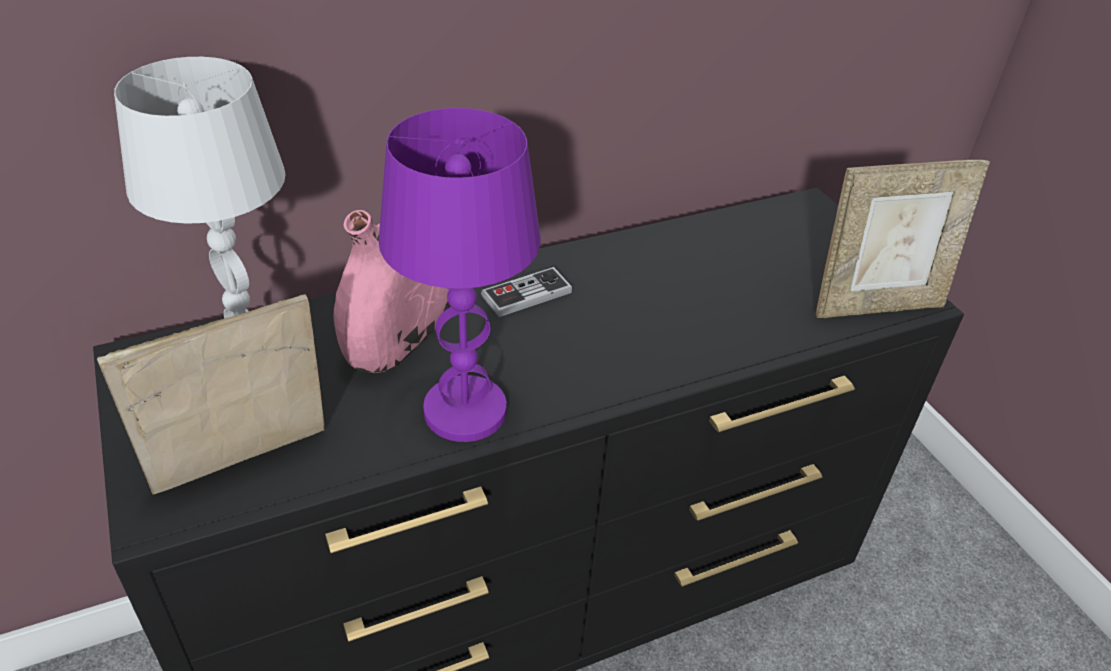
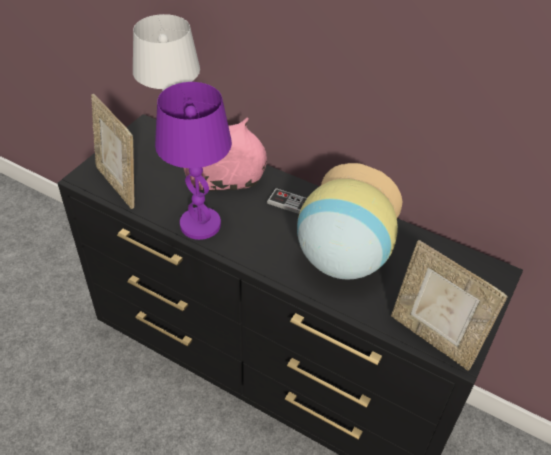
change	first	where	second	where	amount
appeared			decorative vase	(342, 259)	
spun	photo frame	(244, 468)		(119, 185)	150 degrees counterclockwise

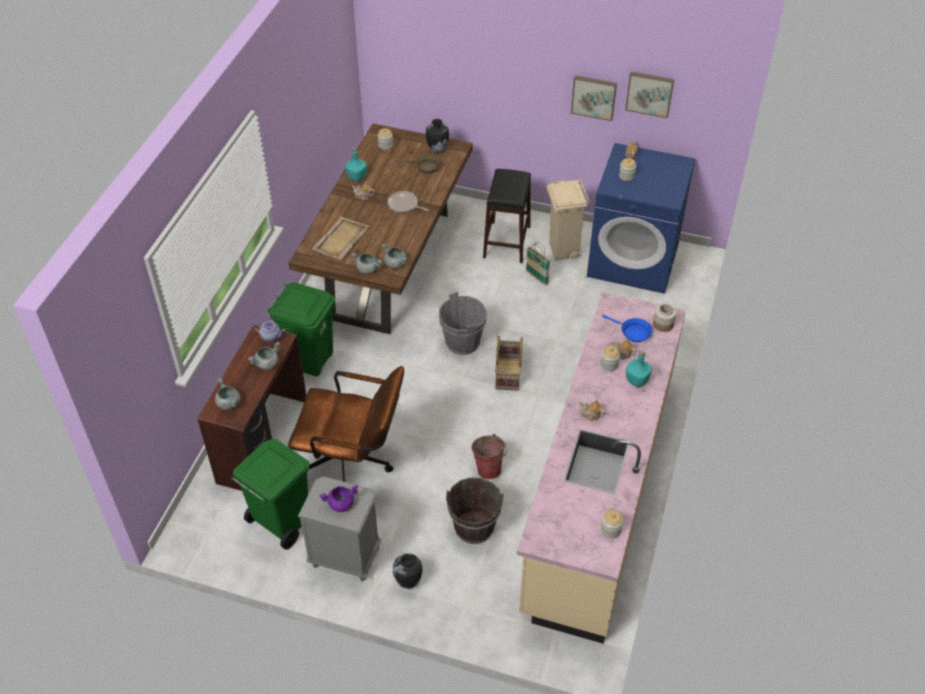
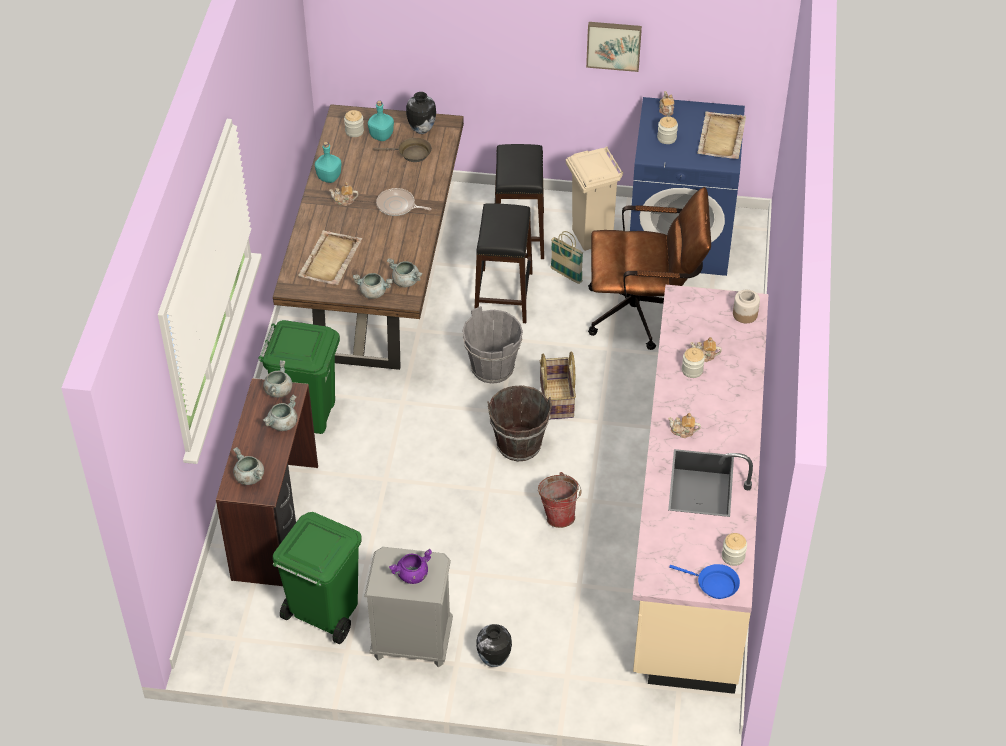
change	first	where	second	where	amount
missing	wall art	(649, 93)			
appeared			black-coloured sitting stool	(504, 295)	
appeared			sand-coloured tray	(721, 138)	
relocated	brown-coloured desk chair	(353, 465)		(644, 313)	
relocated	brown-coloured water bucket	(474, 528)		(519, 445)	
relocated	blue skillet	(633, 332)		(714, 585)	
relocated	turquoise drink bottle	(636, 380)		(381, 136)	
exchanged	tea pot	(271, 336)	gray stockpot	(278, 390)	

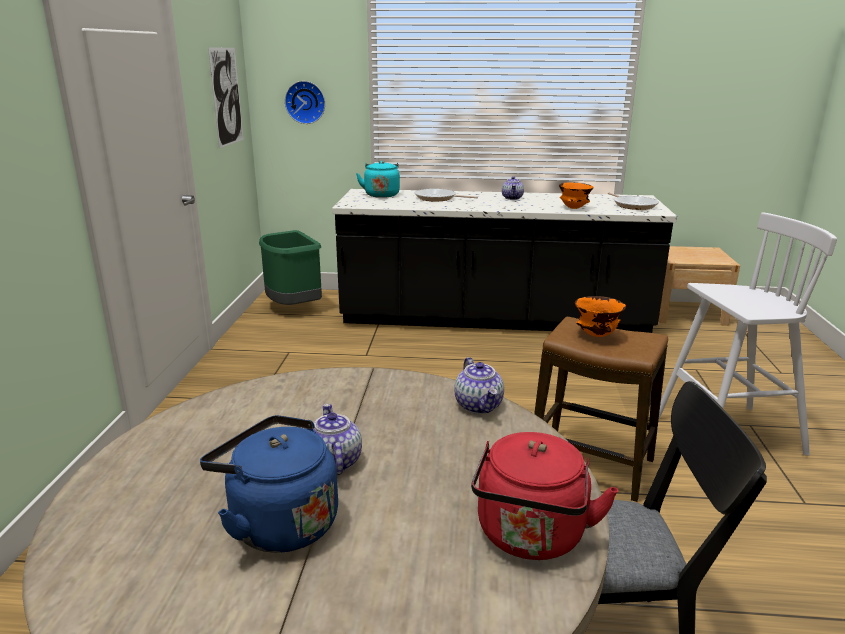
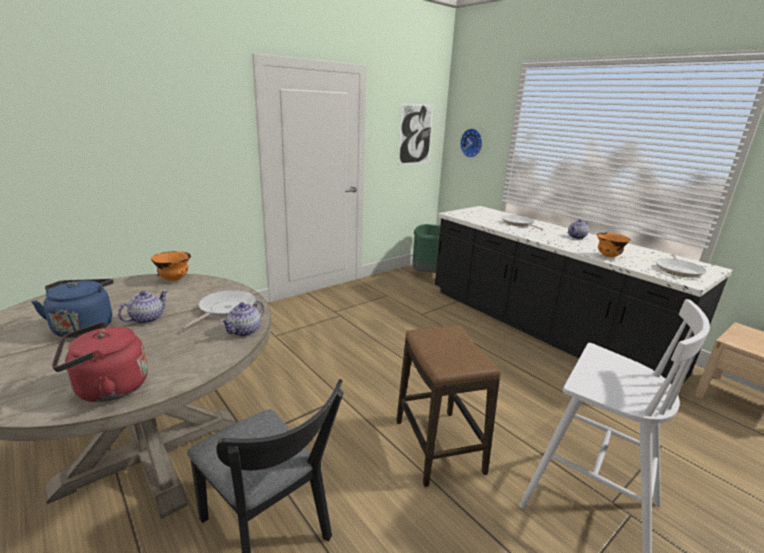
change	first	where	second	where	amount
missing	turquoise kettle	(381, 195)			
appeared			skillet	(224, 309)	
relocated	orange serving bowl	(596, 335)		(174, 279)	

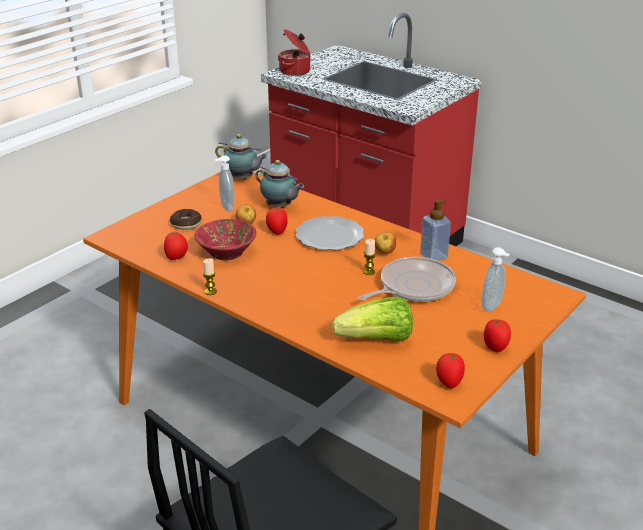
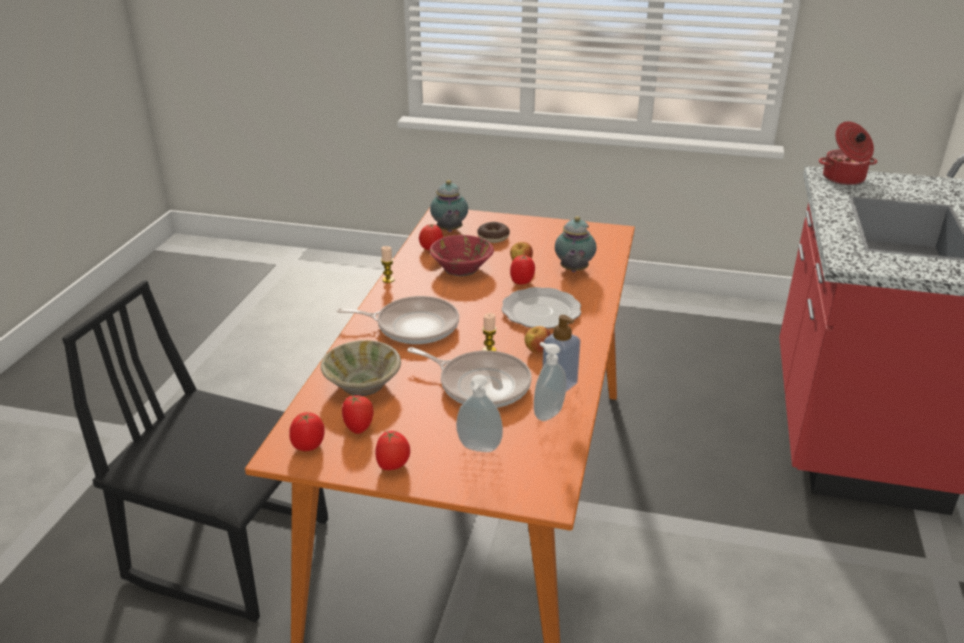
change	first	where	second	where	amount
appeared			skillet	(413, 326)	
appeared			whole tomato	(359, 428)	
relocated	liquid soap bottle	(226, 207)		(547, 413)	
relocated	tea pot	(242, 179)		(449, 231)	
exchanged	lettuce	(377, 340)	sand-coloured serving bowl	(362, 385)	

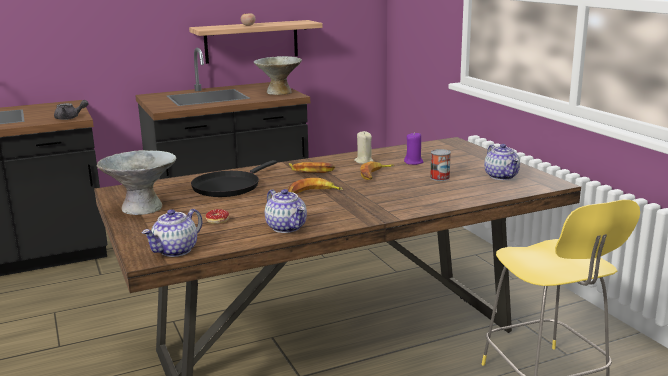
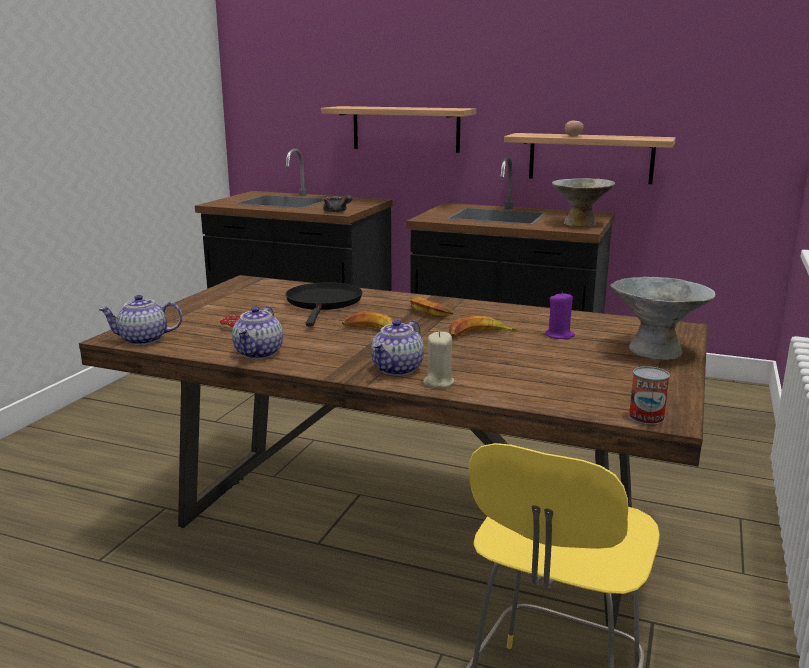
change	first	where	second	where	amount
appeared			bracket shelf	(405, 129)	
relocated	gray serving bowl	(141, 208)		(654, 350)	
relocated	sand-coloured wax candle	(364, 161)		(438, 382)	
relocated	can	(439, 178)		(646, 417)	
relocated	tea pot	(502, 176)		(398, 369)	
spun	black-coloured skillet	(229, 186)		(324, 303)	105 degrees clockwise

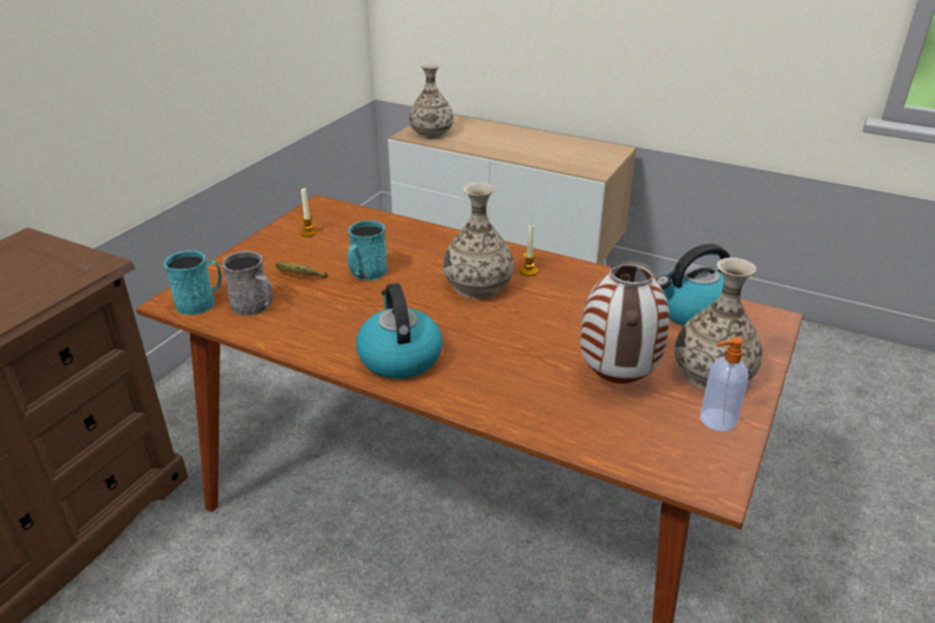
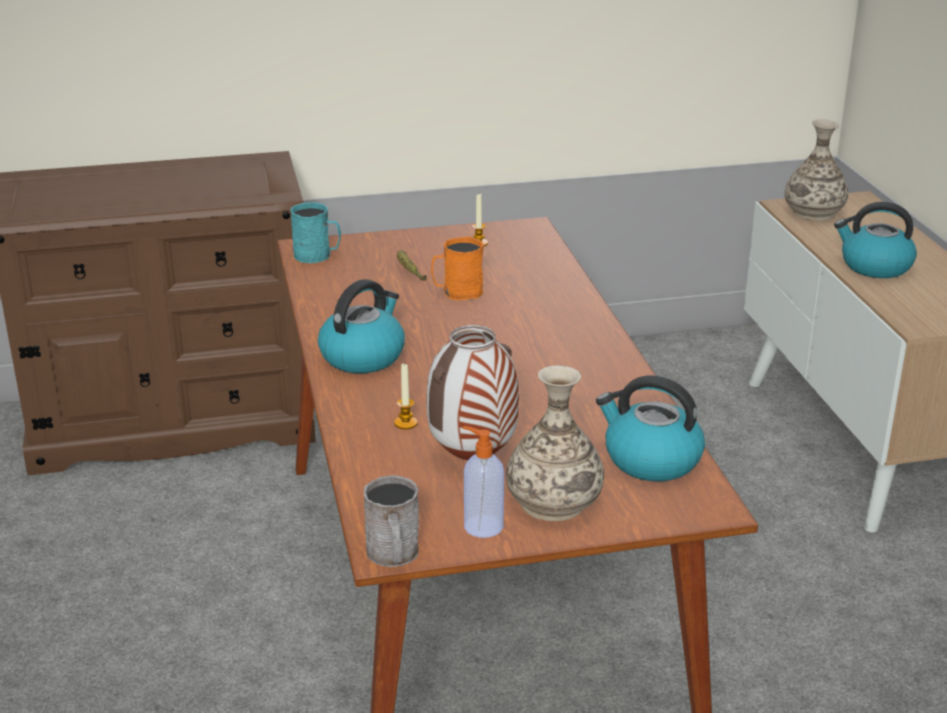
change	first	where	second	where	amount
missing	decorative vase	(477, 286)			
appeared			kettle	(874, 266)	
relocated	gray mug	(255, 307)		(393, 555)	
relocated	wax candle	(528, 271)		(406, 423)	
colour	turquoise mug	(366, 273)	orange mug	(457, 292)	

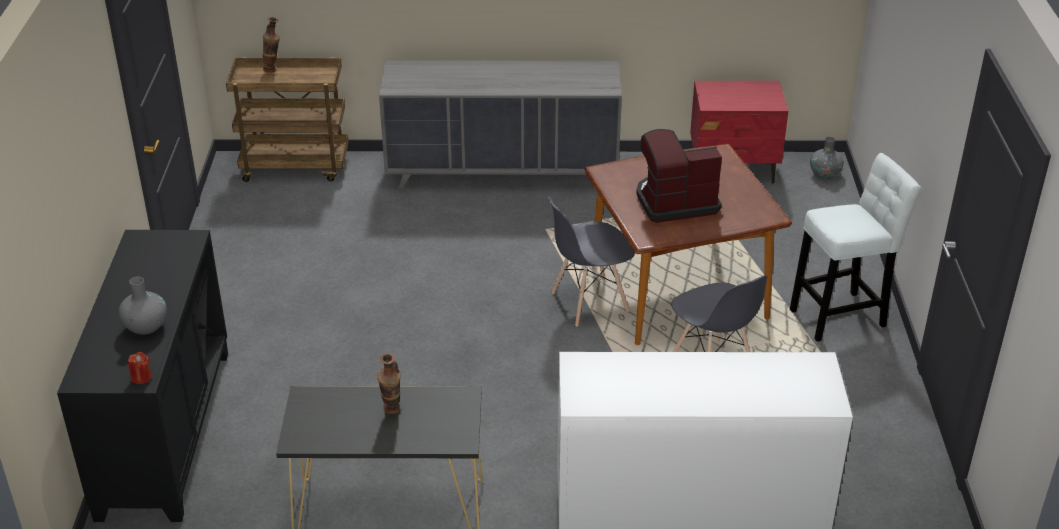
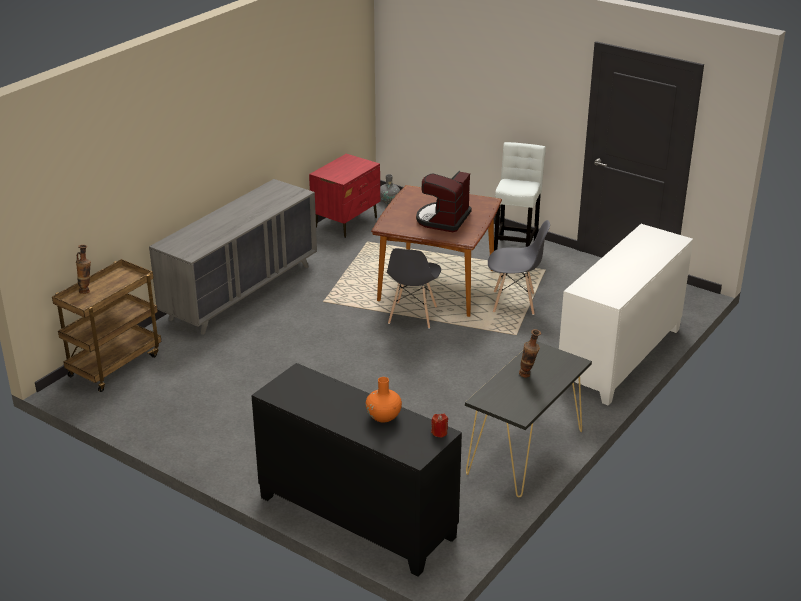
change	first	where	second	where	amount
colour	gray decorative vase	(146, 326)	orange decorative vase	(383, 416)	

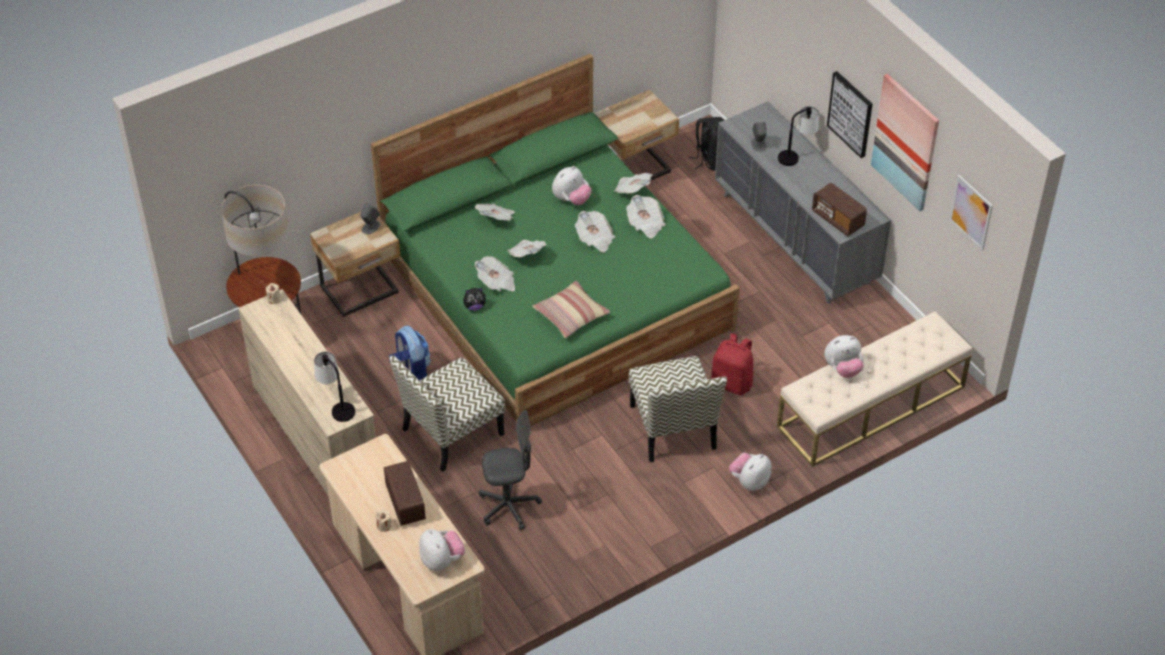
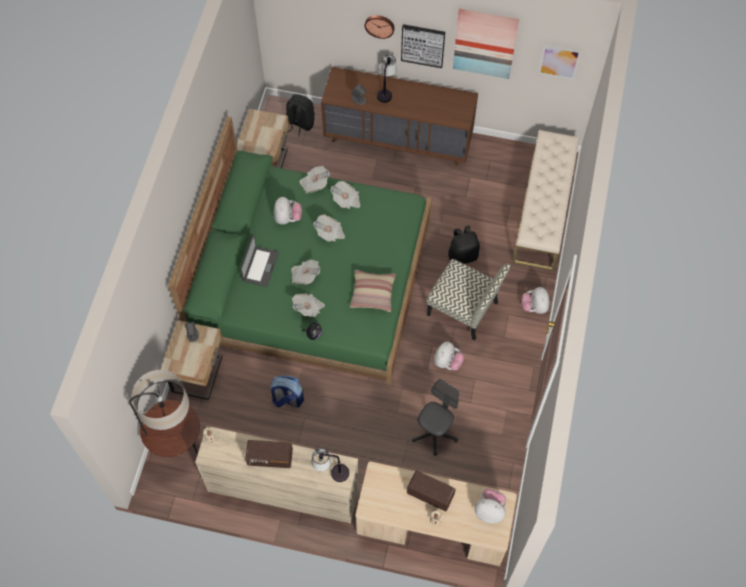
change	first	where	second	where	amount
missing	chair	(451, 433)			
appeared			hanging clock	(379, 25)	
relocated	radio receiver	(838, 219)		(270, 458)	
relocated	cuddly toy	(843, 369)		(447, 362)	
exchanged	printed paper	(496, 219)	laptop	(260, 266)	
colour	red knapsack	(732, 383)	black-coloured knapsack	(463, 255)	
colour	gray dresser	(795, 239)	brown-coloured dresser	(398, 138)	

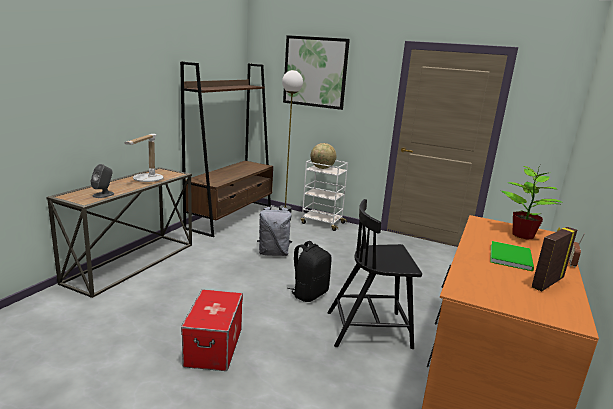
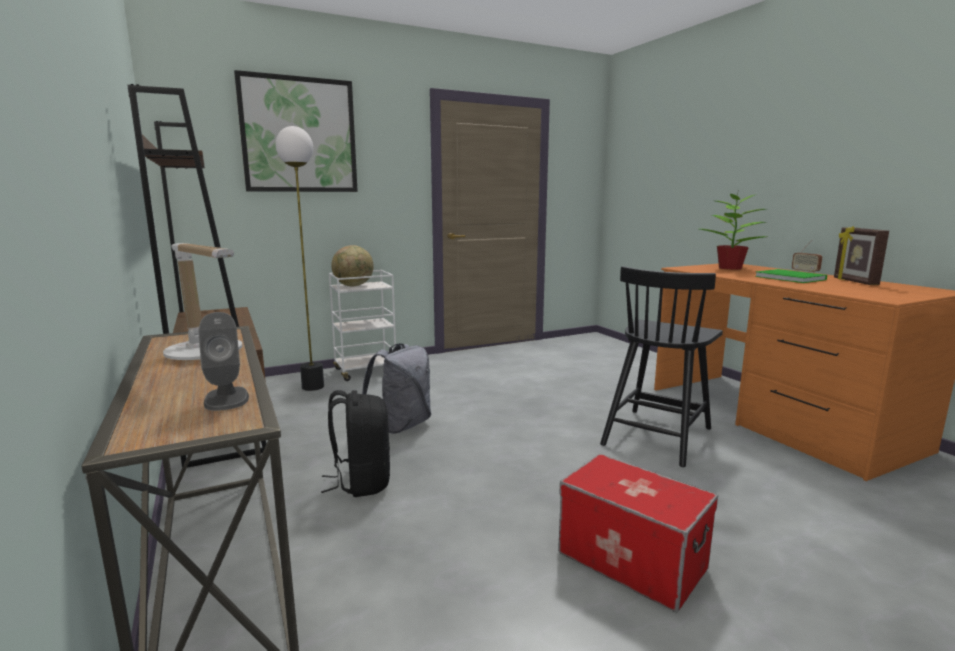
change	first	where	second	where	amount
relocated	black-coloured knapsack	(309, 294)		(361, 482)	

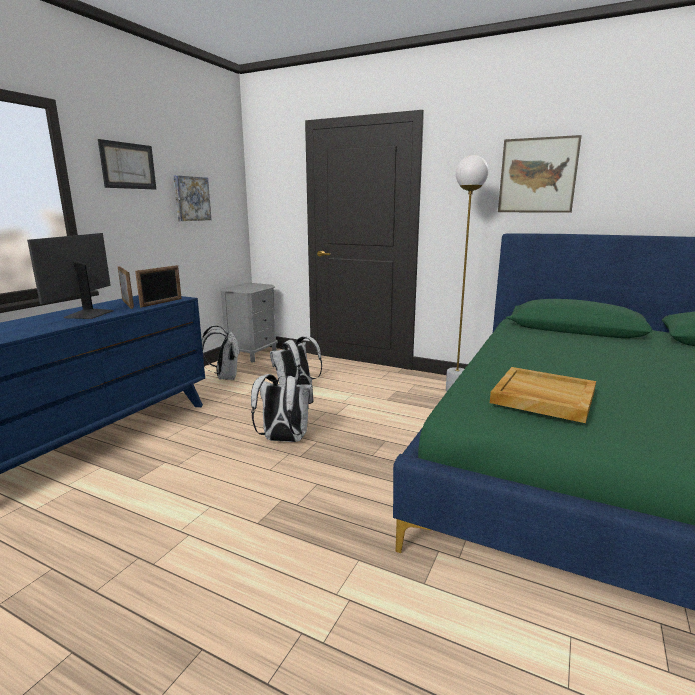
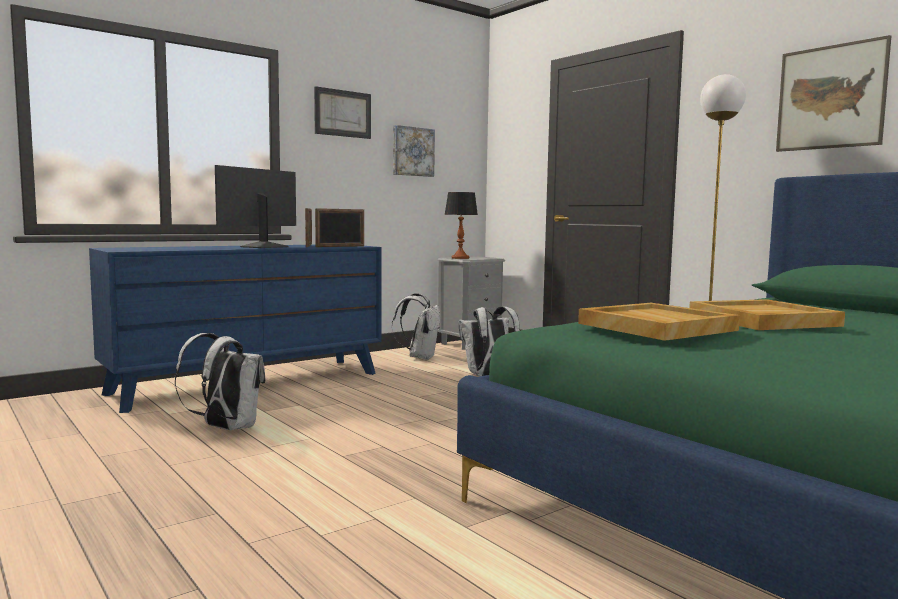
change	first	where	second	where	amount
appeared			table lamp	(460, 258)	
appeared			sand-coloured tray	(762, 320)	
relocated	white-coloured knapsack	(283, 440)		(226, 428)	

